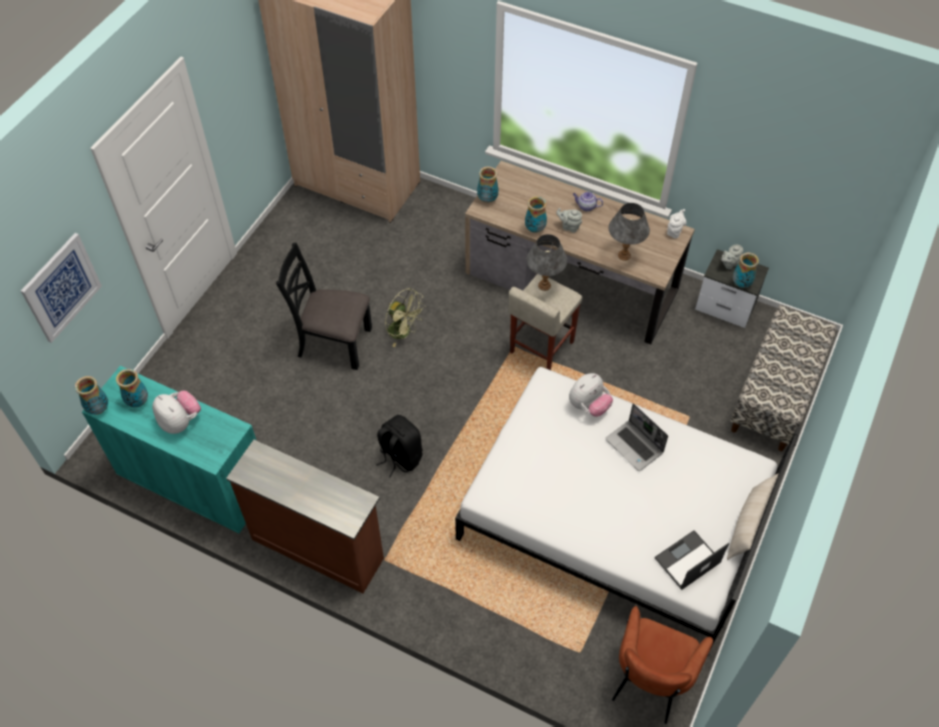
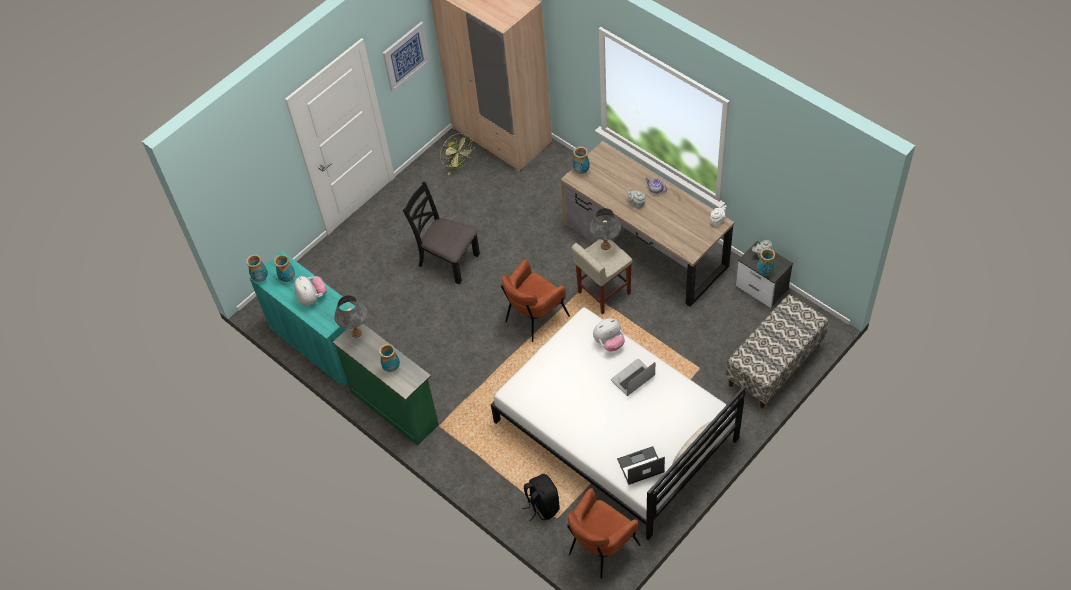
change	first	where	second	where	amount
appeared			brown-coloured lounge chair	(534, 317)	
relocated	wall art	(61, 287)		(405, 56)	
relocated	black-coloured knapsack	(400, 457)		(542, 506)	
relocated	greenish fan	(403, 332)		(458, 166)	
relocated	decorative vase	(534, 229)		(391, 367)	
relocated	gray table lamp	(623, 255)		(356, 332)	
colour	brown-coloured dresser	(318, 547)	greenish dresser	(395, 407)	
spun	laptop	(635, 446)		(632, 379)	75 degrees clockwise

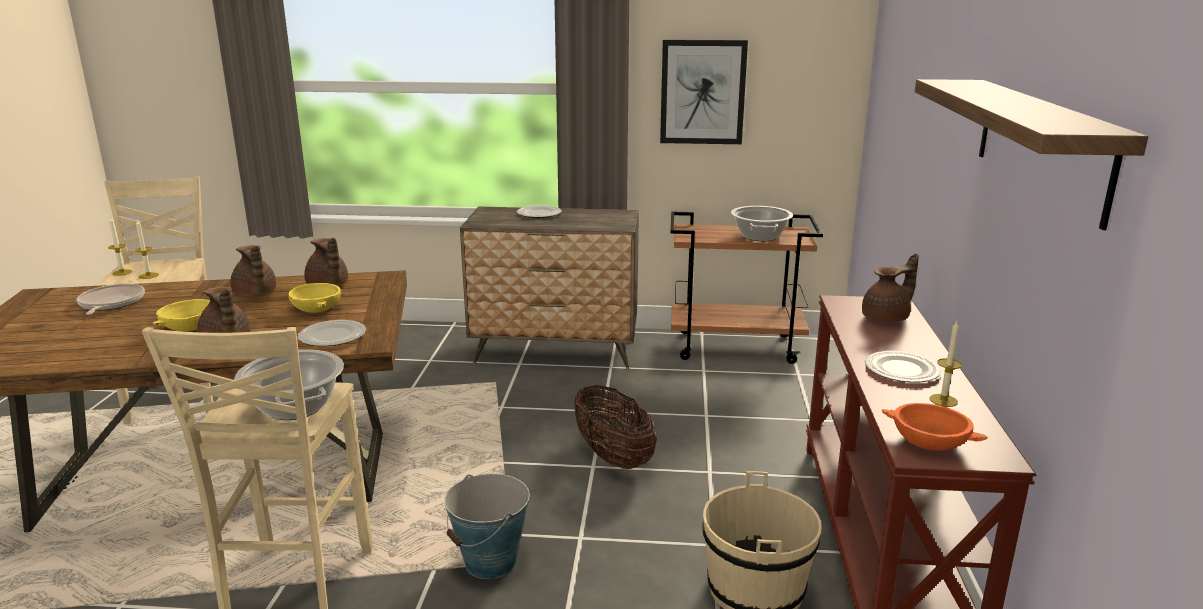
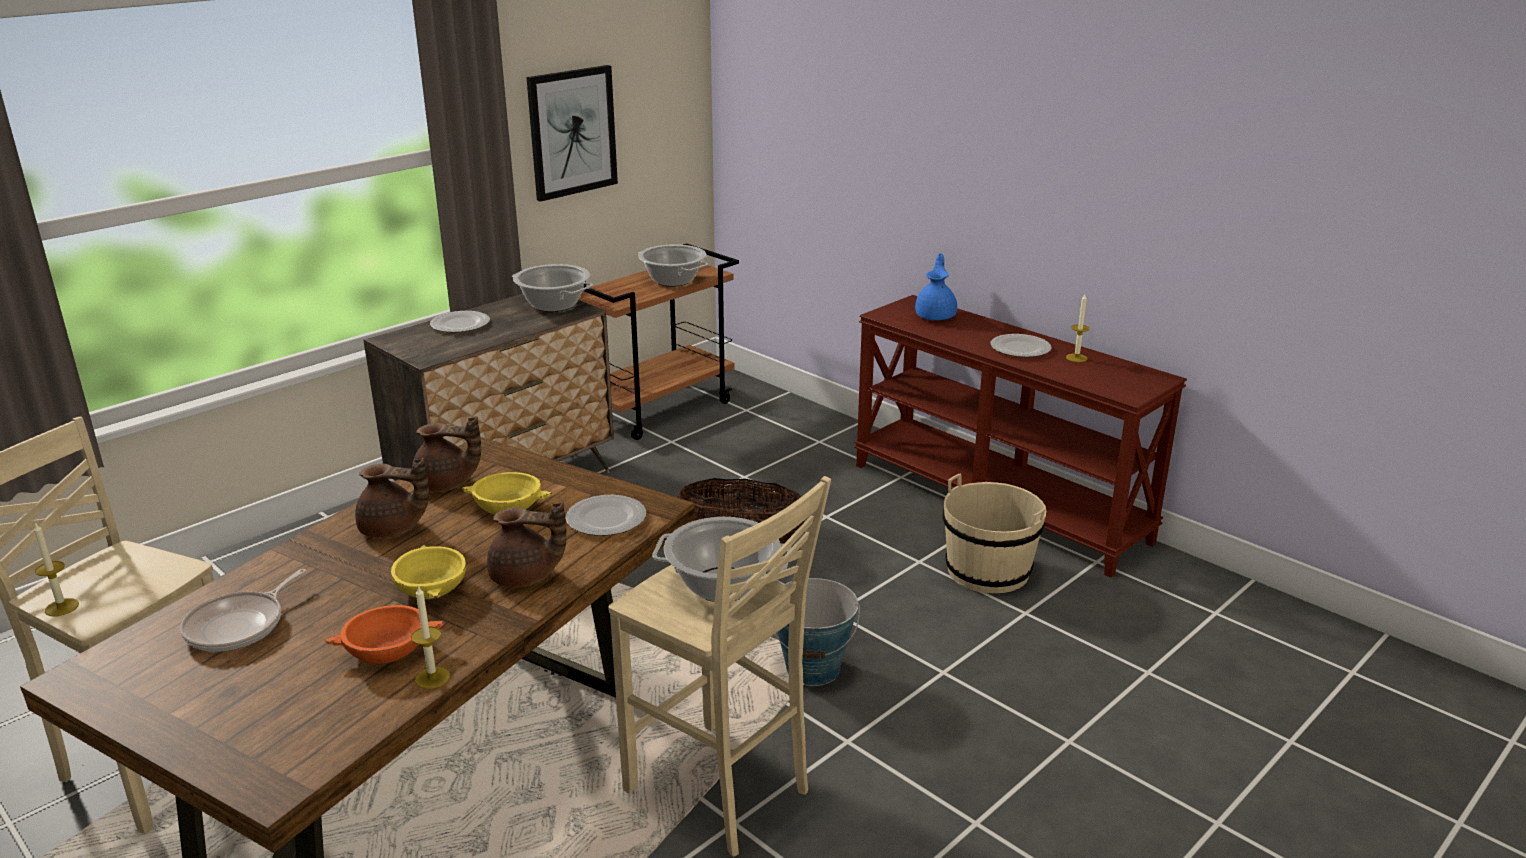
change	first	where	second	where	amount
missing	bracket shelf	(1040, 145)			
appeared			stockpot	(554, 304)	
relocated	wax candle	(148, 276)		(432, 678)	
relocated	orange serving bowl	(928, 442)		(387, 651)	
colour	brown-coloured tea pot	(887, 318)	blue tea pot	(936, 316)	
spun	skillet	(110, 304)		(239, 626)	90 degrees counterclockwise

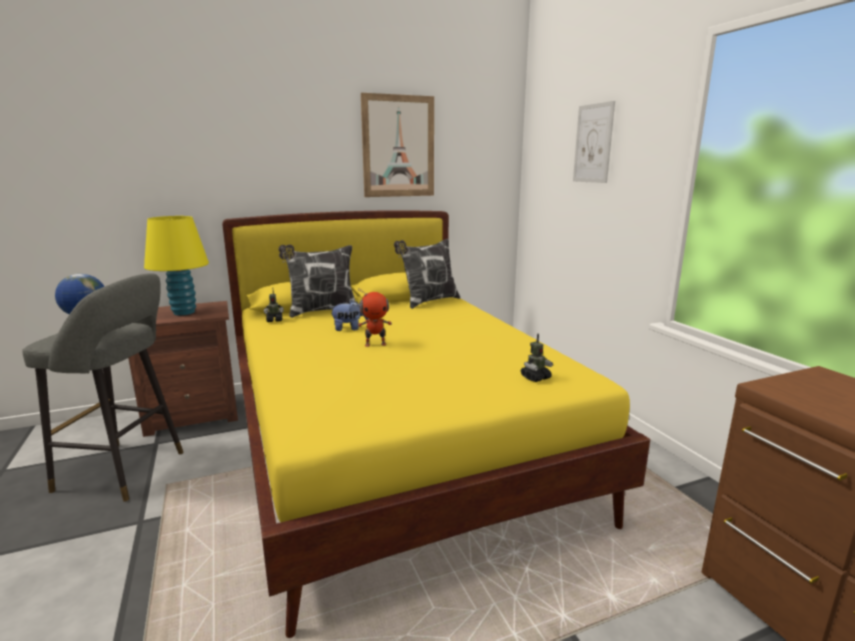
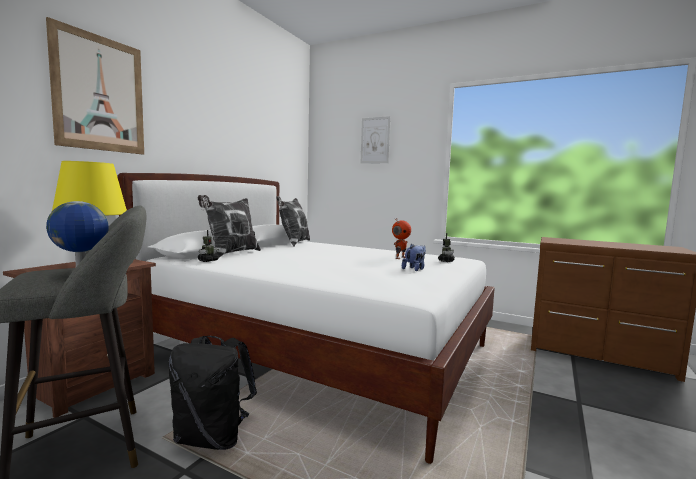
change	first	where	second	where	amount
appeared			black-coloured knapsack	(212, 437)	
relocated	cuddly toy	(350, 328)		(414, 269)	
relocated	model robot	(375, 344)		(400, 258)	
relocated	wall art	(398, 146)		(100, 94)	
colour	yellow bed	(395, 447)	white-coloured bed	(320, 350)	

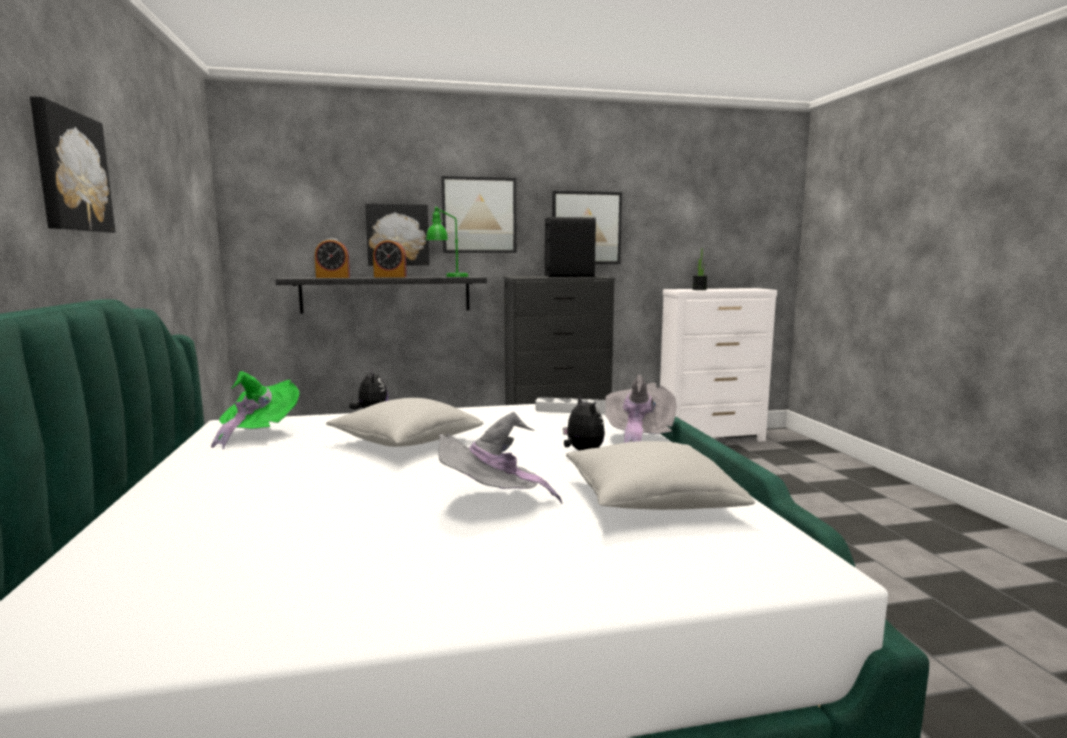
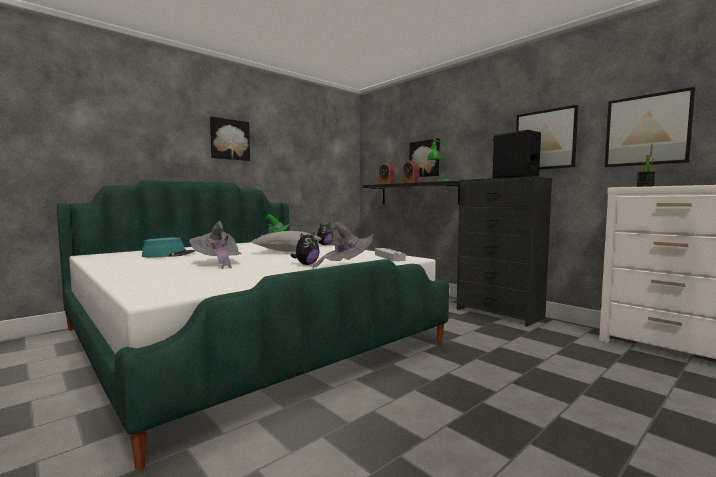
change	first	where	second	where	amount
missing	gray pillow	(649, 500)			
appeared			turquoise clothing hat	(169, 255)	
relocated	wall art	(479, 215)		(647, 130)	

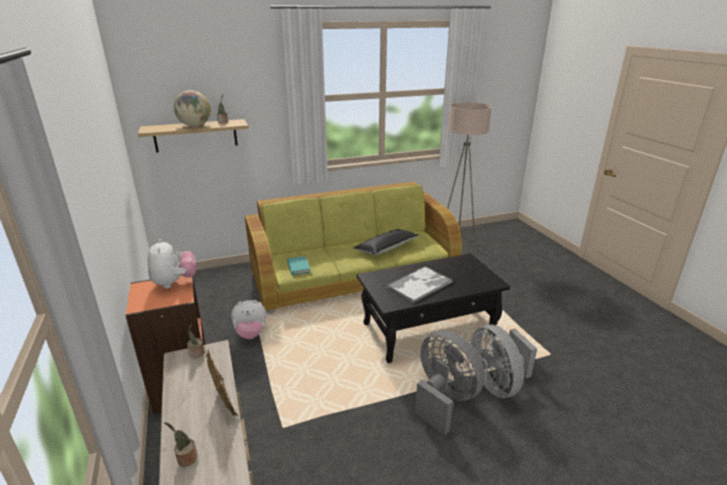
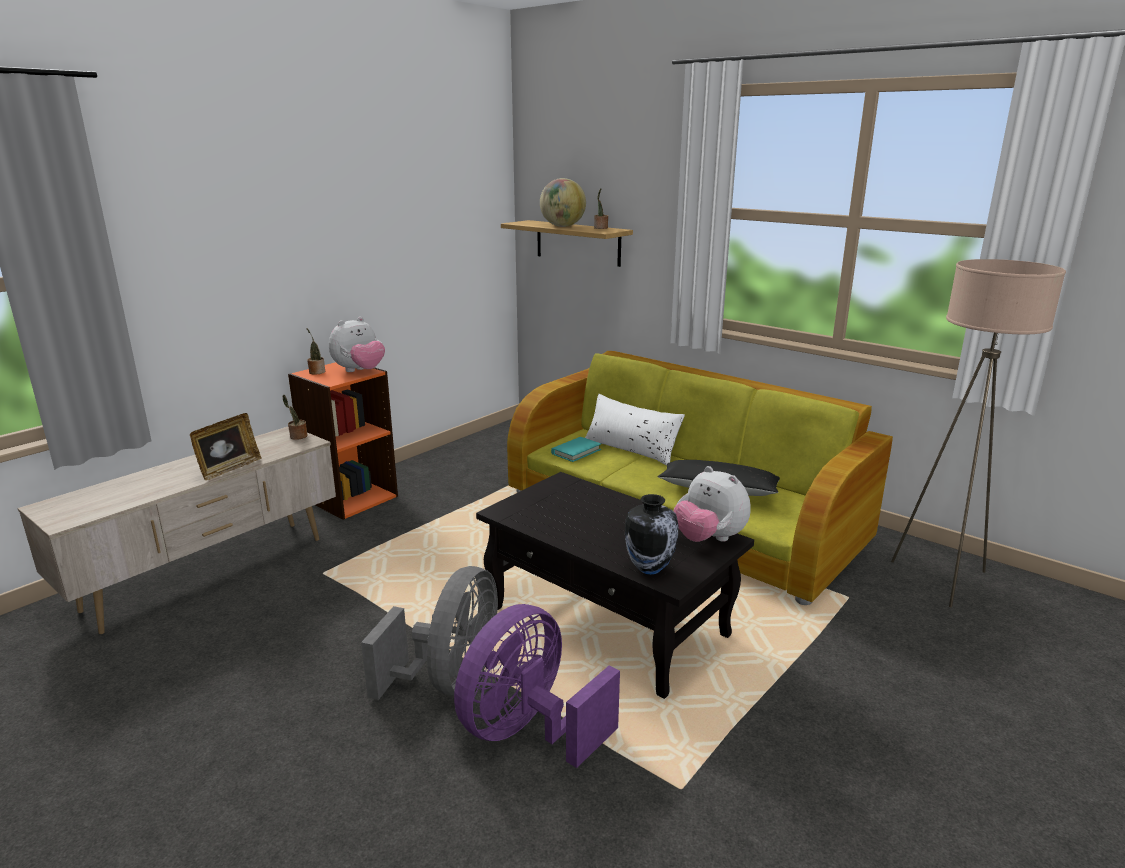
change	first	where	second	where	amount
missing	tray	(419, 284)			
appeared			white-coloured pillow	(631, 449)	
appeared			decorative vase	(650, 568)	
relocated	houseplant	(185, 458)		(316, 372)	
relocated	cuddly toy	(250, 334)		(709, 539)	
colour	gray fan	(497, 383)	purplish fan	(529, 731)	

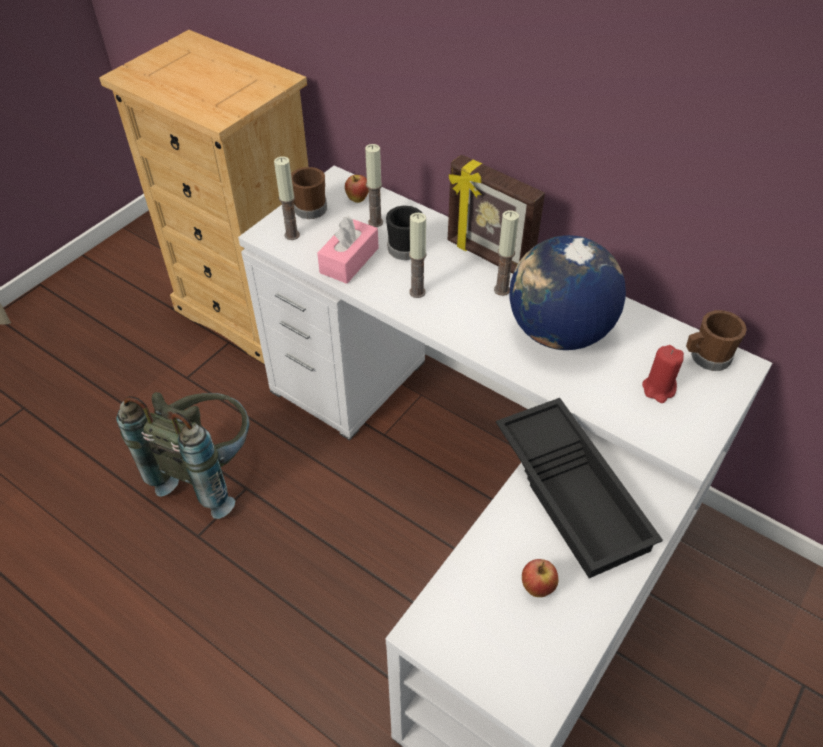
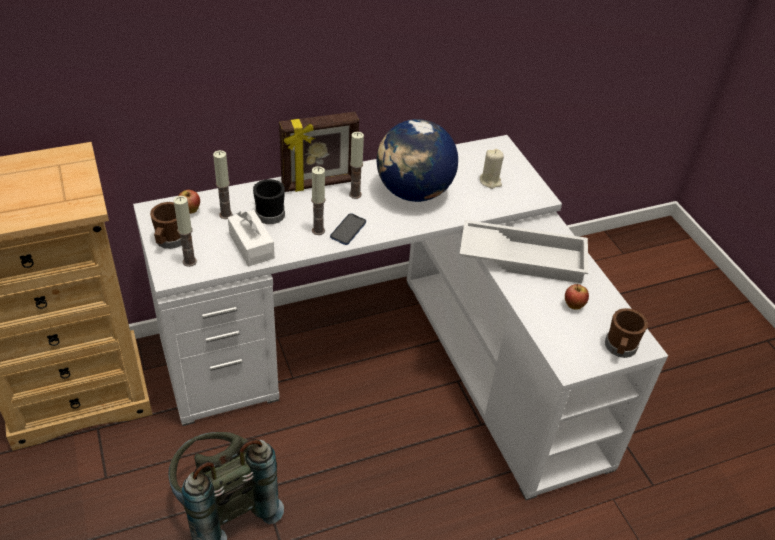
change	first	where	second	where	amount
appeared			handset	(348, 230)	
relocated	brown-coloured mug	(706, 357)		(619, 348)	
colour	pink box of tissues	(349, 260)	white-coloured box of tissues	(251, 246)	
colour	black-coloured tray	(574, 491)	white-coloured tray	(523, 257)	
colour	red wax candle	(658, 389)	sand-coloured wax candle	(490, 181)	

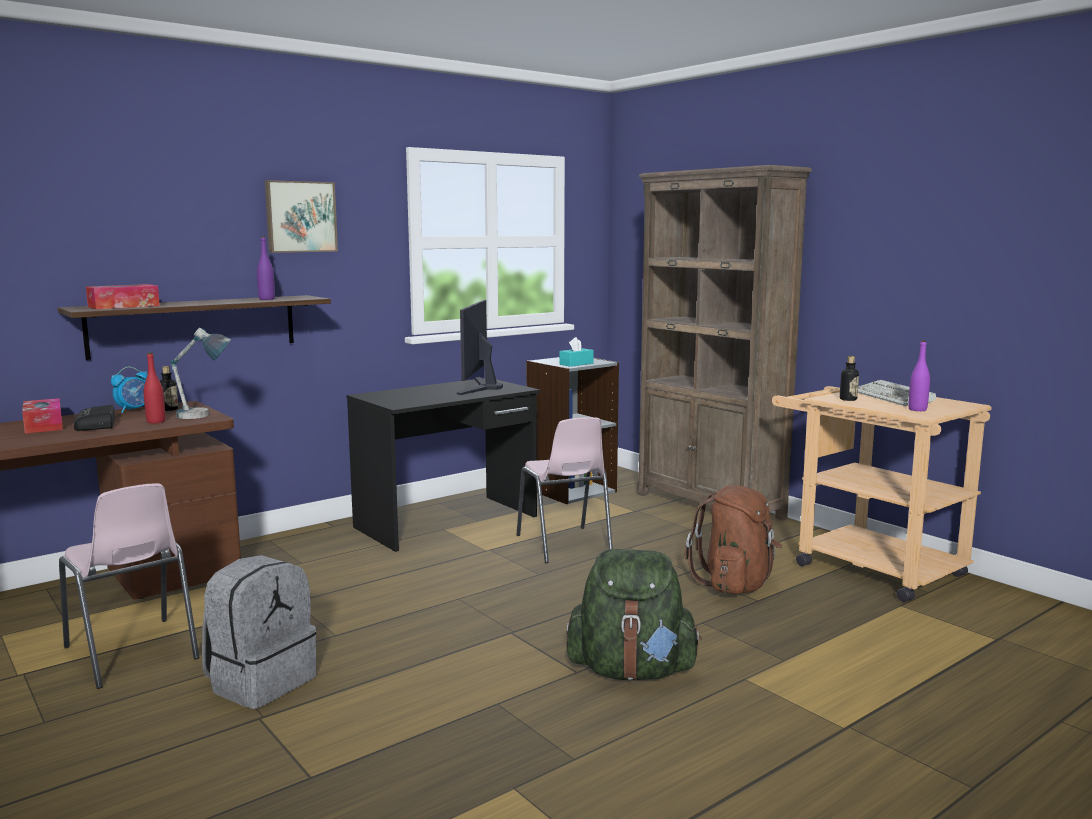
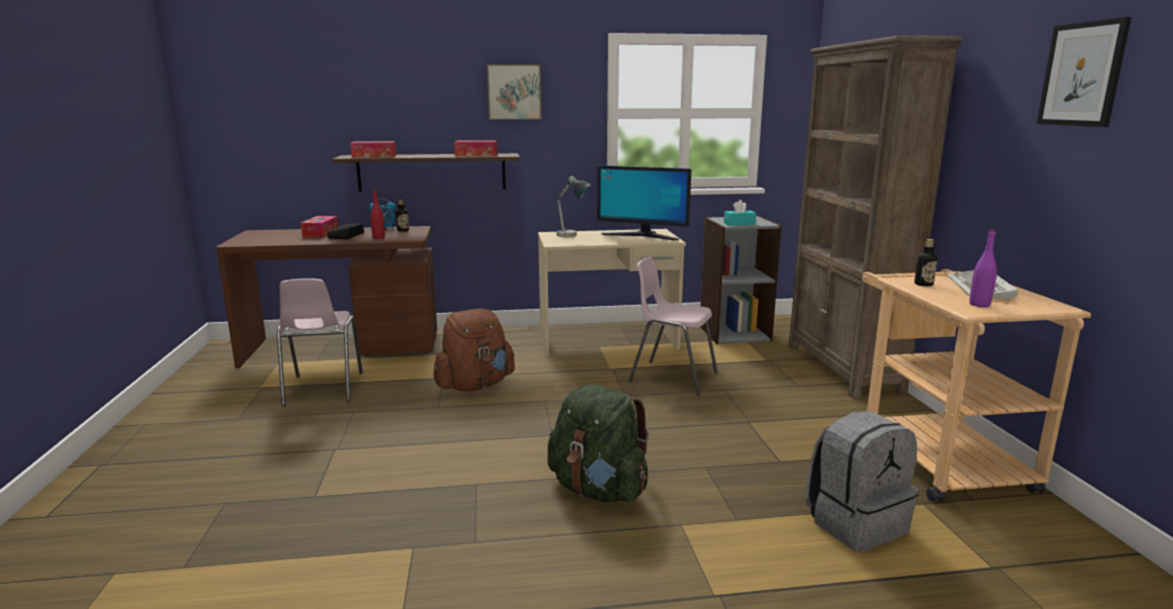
change	first	where	second	where	amount
appeared			wall art	(1082, 74)	
relocated	table lamp	(204, 416)		(572, 236)	
relocated	gray knapsack	(261, 681)		(855, 523)	
relocated	brown-coloured knapsack	(736, 585)		(475, 385)	
exchanged	purplish drink bottle	(266, 299)	box of tissues	(476, 155)	
colour	black-coloured desk table	(448, 522)	sand-coloured desk table	(608, 341)	
spun	monitor	(480, 387)		(642, 236)	105 degrees counterclockwise
spun	pink chair	(564, 545)		(672, 377)	105 degrees clockwise

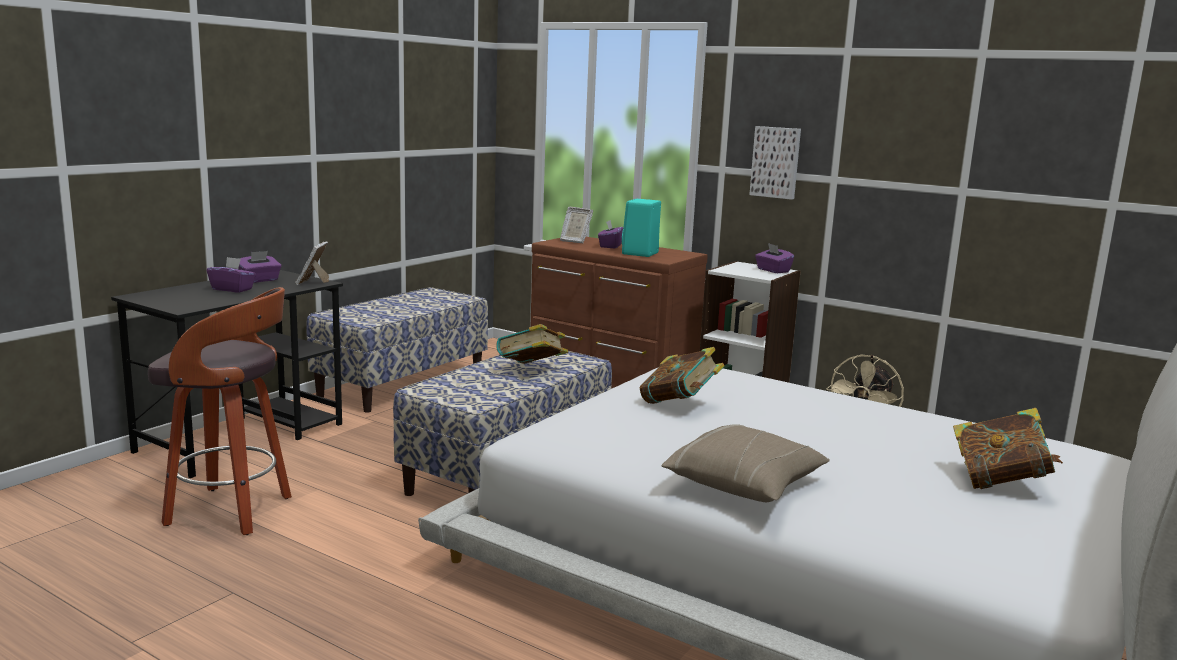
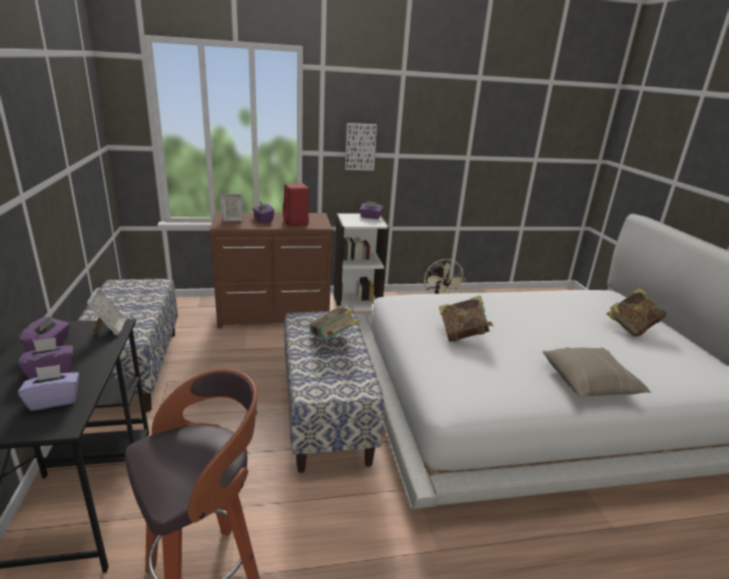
change	first	where	second	where	amount
appeared			purplish box of tissues	(54, 400)	
colour	turquoise loudspeaker	(640, 254)	red loudspeaker	(296, 223)	
spun	photo frame	(312, 283)		(110, 329)	150 degrees counterclockwise

